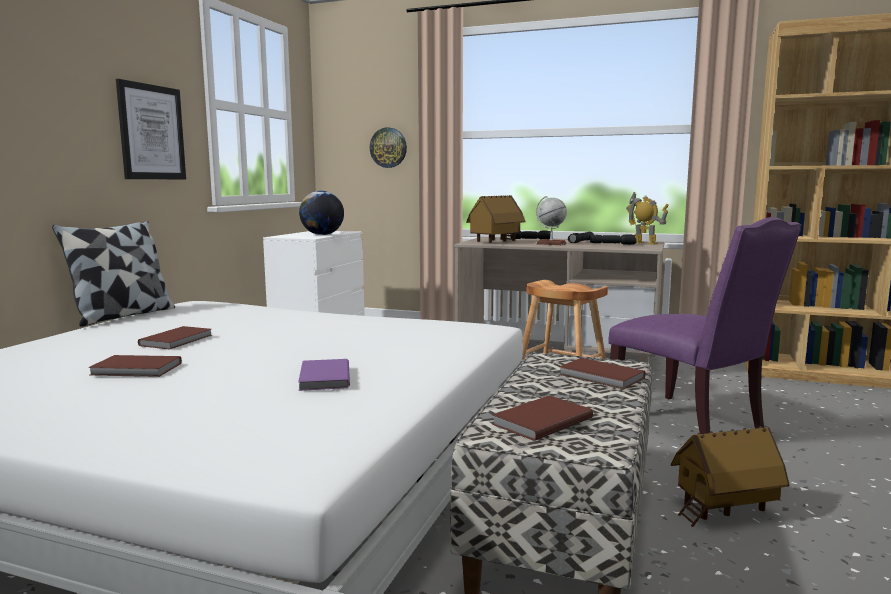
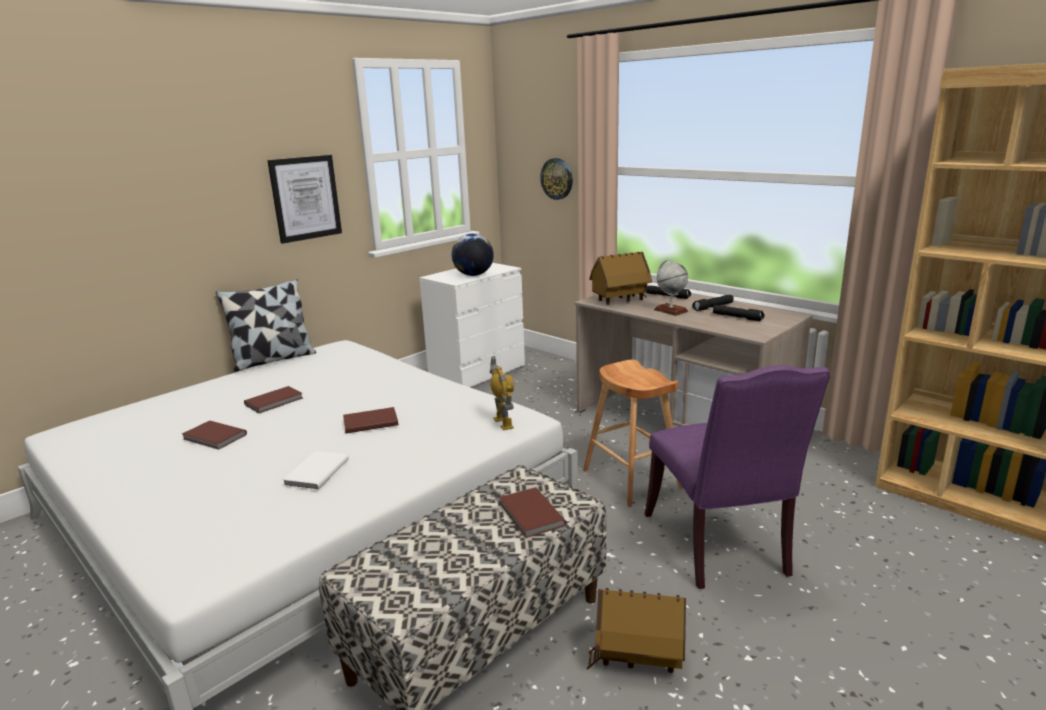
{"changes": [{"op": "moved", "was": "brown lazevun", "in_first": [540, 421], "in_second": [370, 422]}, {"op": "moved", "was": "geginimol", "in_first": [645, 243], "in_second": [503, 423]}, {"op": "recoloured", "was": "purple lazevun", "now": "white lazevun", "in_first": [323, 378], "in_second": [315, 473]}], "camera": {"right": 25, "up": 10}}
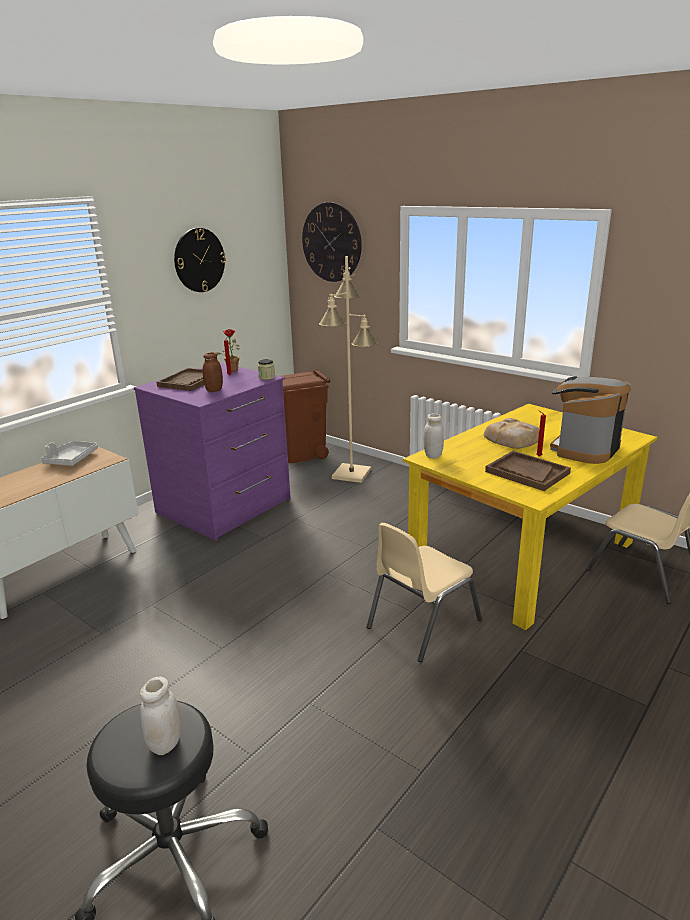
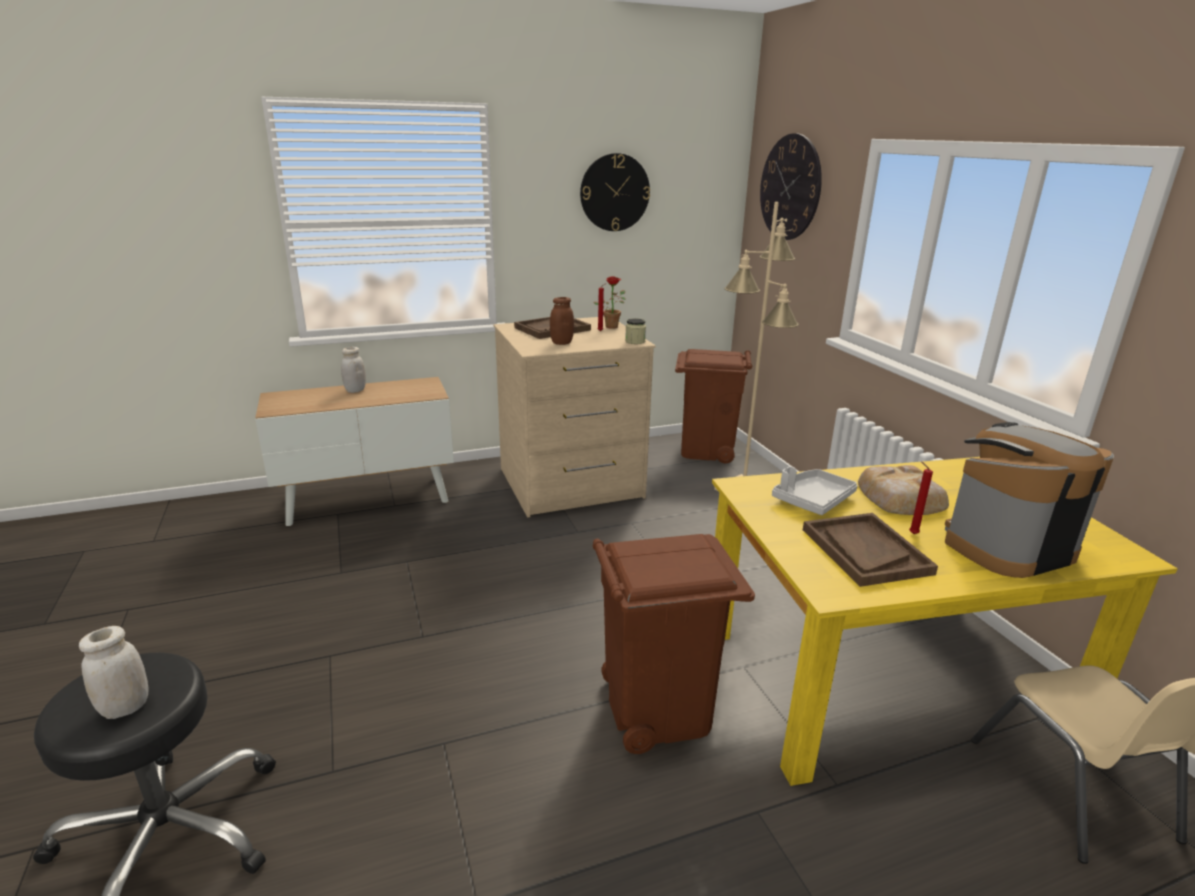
{"changes": [{"op": "moved", "was": "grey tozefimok", "in_first": [71, 459], "in_second": [812, 500]}, {"op": "moved", "was": "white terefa", "in_first": [433, 455], "in_second": [355, 390]}, {"op": "replaced", "was": "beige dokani", "now": "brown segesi", "in_first": [422, 623], "in_second": [658, 709]}, {"op": "recoloured", "was": "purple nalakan", "now": "beige nalakan", "in_first": [225, 506], "in_second": [571, 484]}], "camera": {"right": 30, "up": 0}}
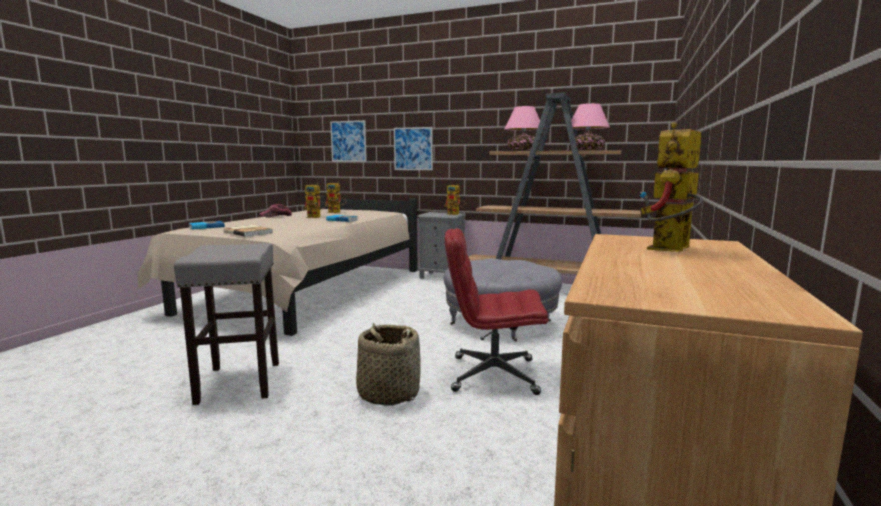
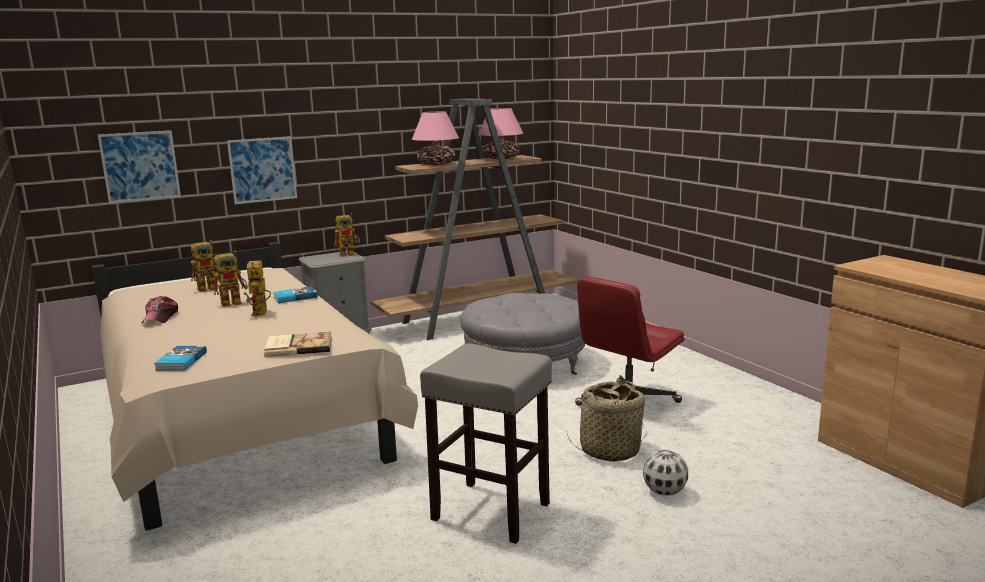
{"changes": [{"op": "added", "now": "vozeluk", "in_second": [665, 492]}, {"op": "moved", "was": "geginimol", "in_first": [670, 250], "in_second": [261, 314]}], "camera": {"right": -50, "up": 5}}
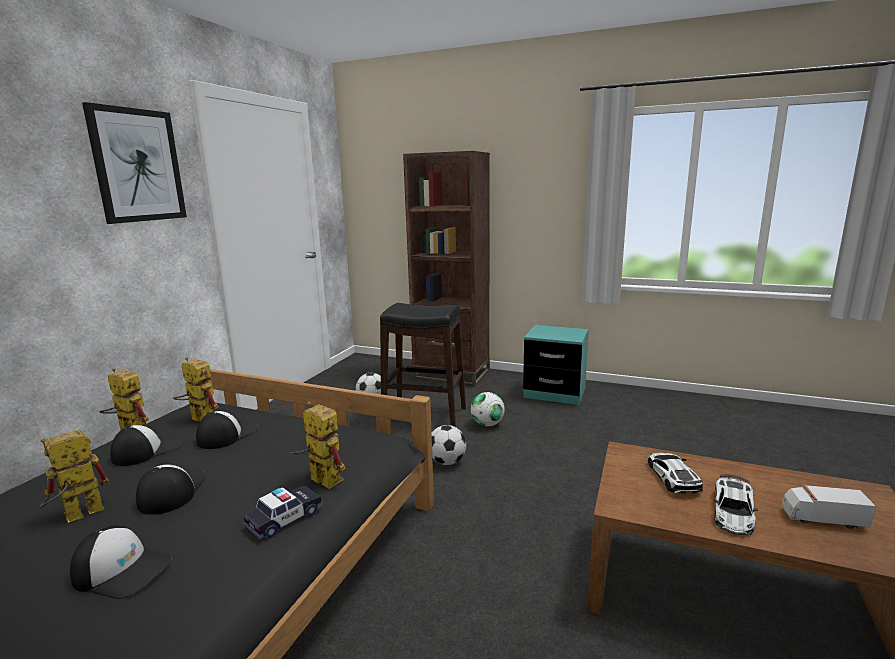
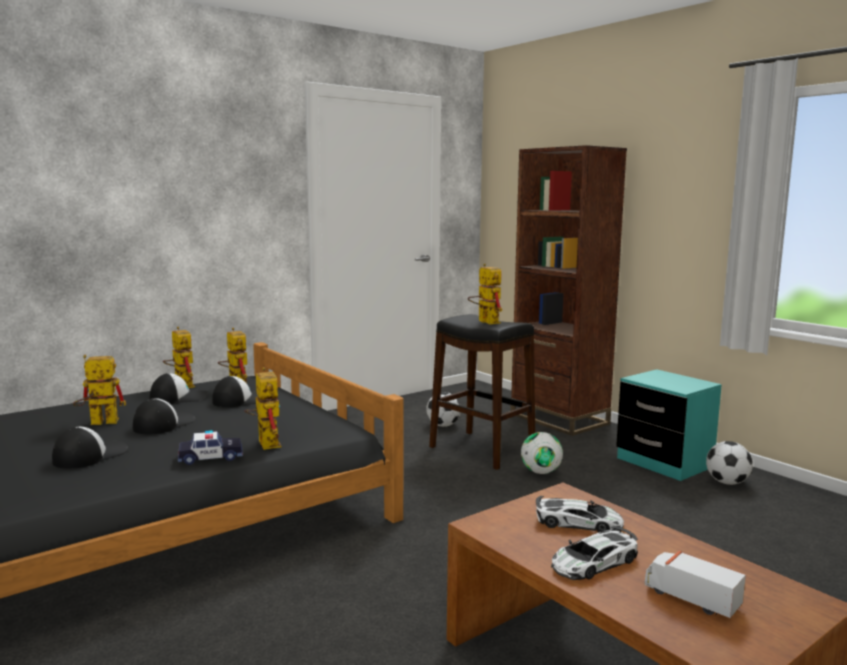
{"changes": [{"op": "removed", "was": "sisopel", "in_first": [137, 165]}, {"op": "added", "now": "geginimol", "in_second": [484, 321]}, {"op": "moved", "was": "vozeluk", "in_first": [447, 462], "in_second": [727, 482]}, {"op": "turned", "was": "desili", "in_first": [122, 570], "in_second": [90, 455], "clockwise": -105}, {"op": "turned", "was": "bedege", "in_first": [672, 477], "in_second": [578, 523], "clockwise": 75}], "camera": {"right": 30, "up": -5}}
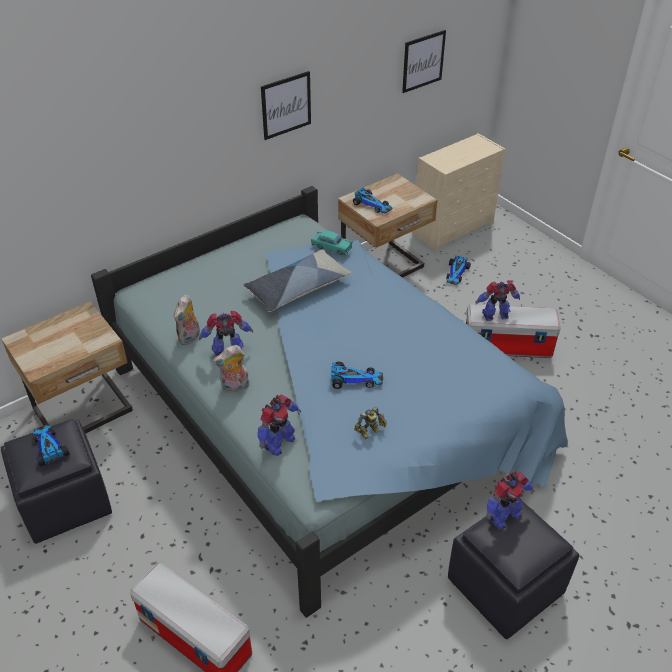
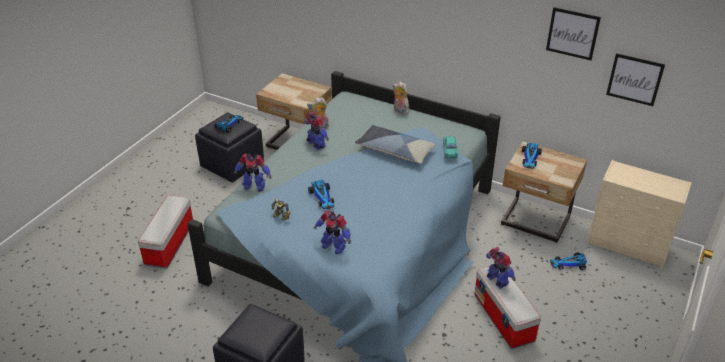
{"changes": [{"op": "moved", "was": "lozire", "in_first": [235, 387], "in_second": [400, 111]}, {"op": "moved", "was": "sisopel", "in_first": [286, 105], "in_second": [572, 33]}, {"op": "moved", "was": "geginimol", "in_first": [503, 516], "in_second": [333, 246]}], "camera": {"right": 65, "up": -5}}
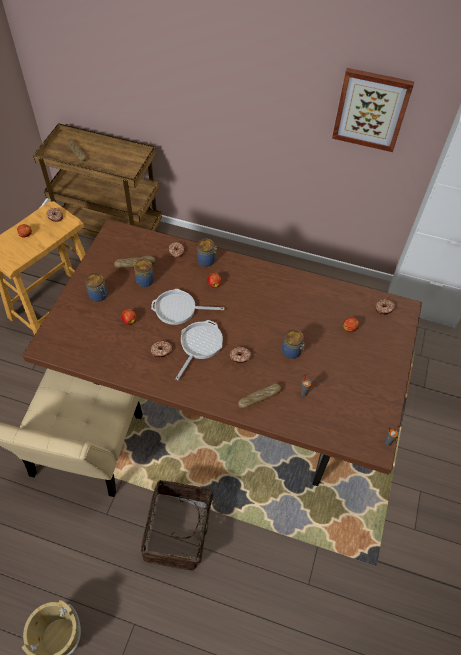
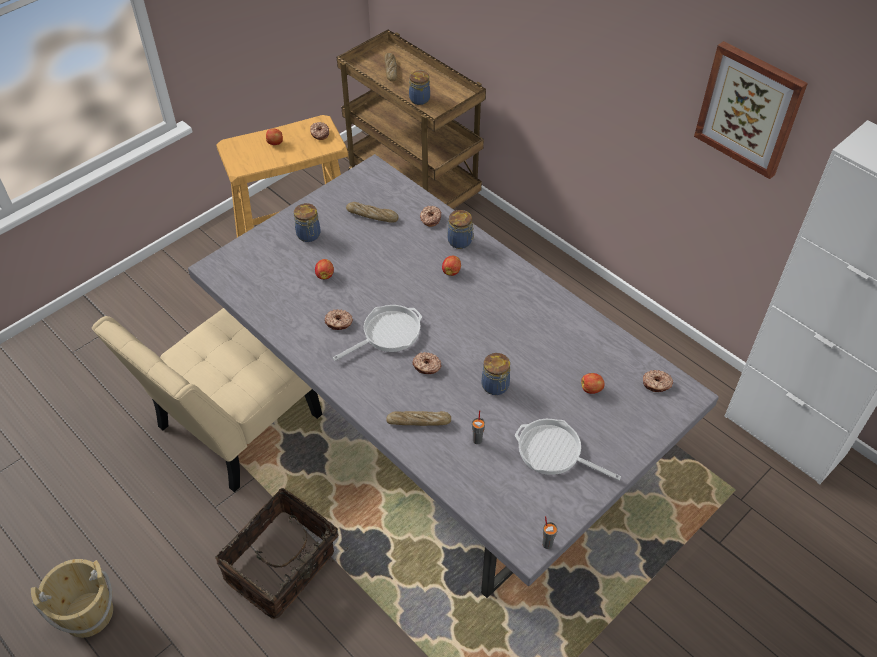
{"changes": [{"op": "moved", "was": "terefa", "in_first": [145, 280], "in_second": [420, 99]}, {"op": "moved", "was": "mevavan", "in_first": [178, 309], "in_second": [554, 452]}, {"op": "recoloured", "was": "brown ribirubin", "now": "grey ribirubin", "in_first": [226, 395], "in_second": [437, 435]}], "camera": {"right": 30, "up": -5}}
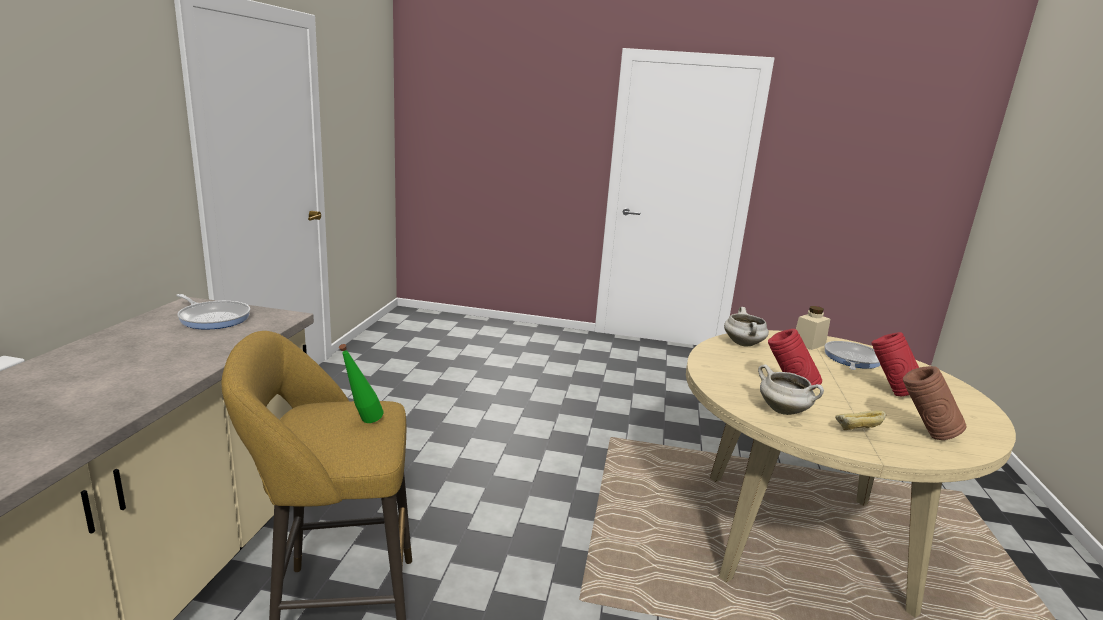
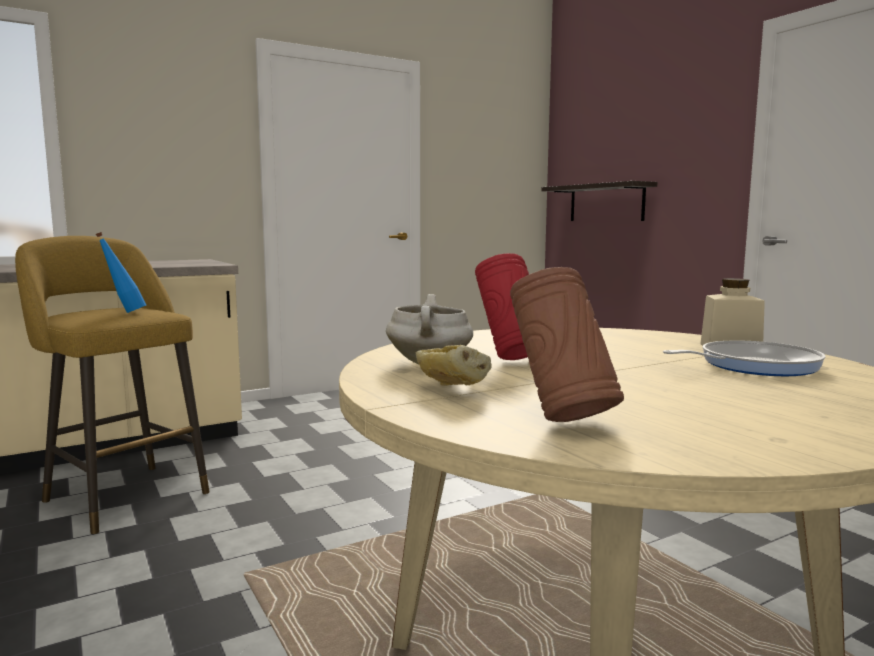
{"changes": [{"op": "removed", "was": "mevavan", "in_first": [213, 318]}, {"op": "removed", "was": "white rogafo", "in_first": [744, 344]}, {"op": "removed", "was": "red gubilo", "in_first": [890, 392]}, {"op": "added", "now": "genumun", "in_second": [606, 203]}, {"op": "recoloured", "was": "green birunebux", "now": "blue birunebux", "in_first": [362, 423], "in_second": [124, 312]}], "camera": {"right": 50, "up": -10}}
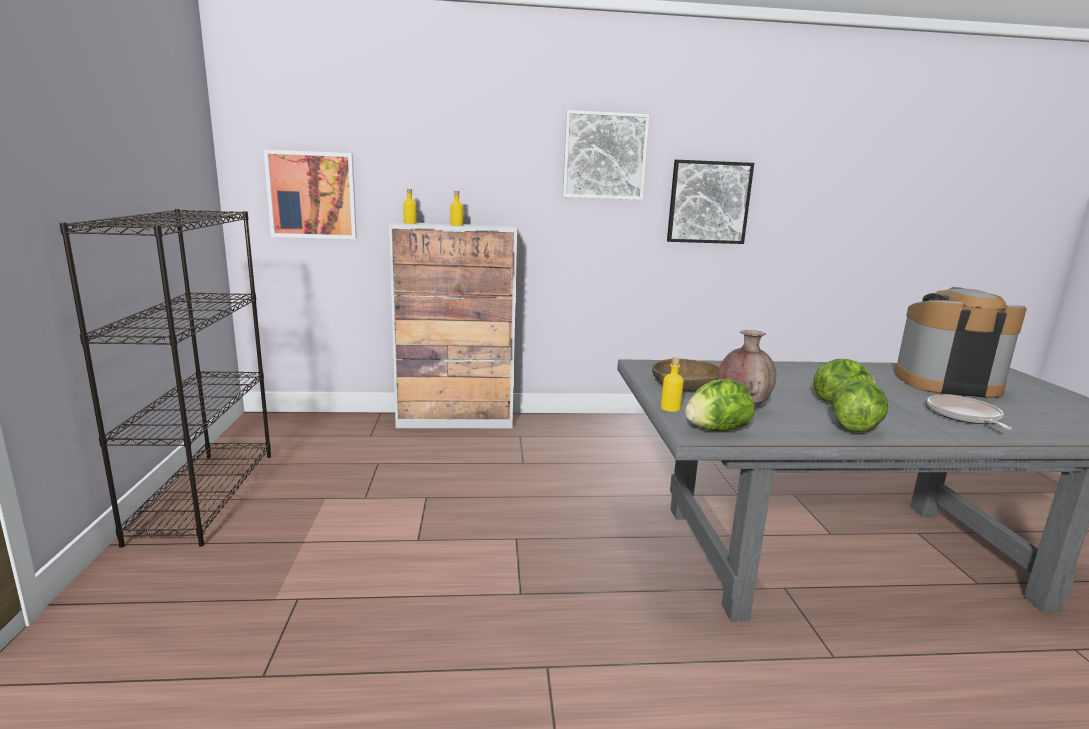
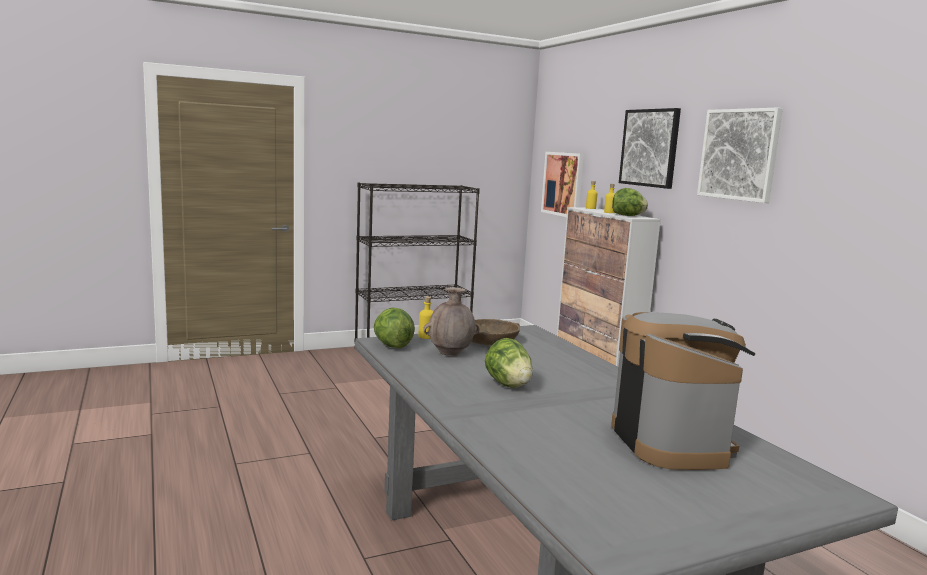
{"changes": [{"op": "removed", "was": "mevavan", "in_first": [964, 416]}, {"op": "moved", "was": "sisopel", "in_first": [708, 202], "in_second": [650, 148]}, {"op": "moved", "was": "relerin", "in_first": [855, 428], "in_second": [628, 215]}], "camera": {"right": 70, "up": -5}}
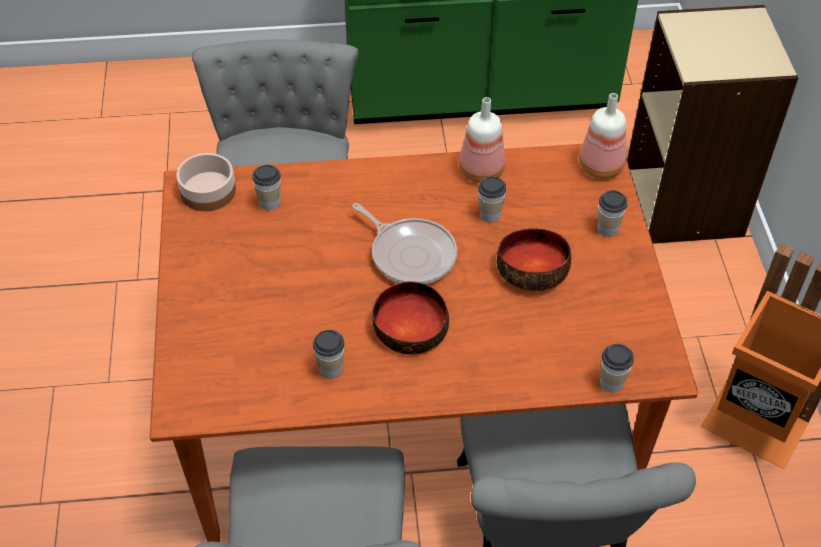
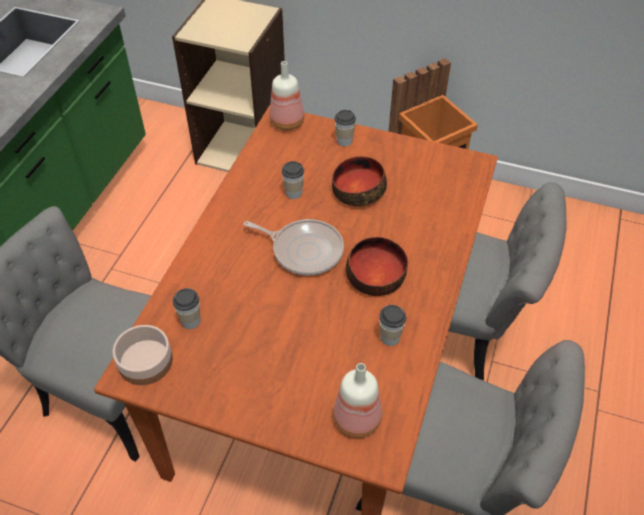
{"changes": [{"op": "removed", "was": "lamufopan", "in_first": [611, 382]}, {"op": "moved", "was": "birunebux", "in_first": [481, 172], "in_second": [358, 419]}, {"op": "turned", "was": "mevavan", "in_first": [410, 254], "in_second": [304, 250], "clockwise": 45}], "camera": {"right": -65, "up": 0}}
